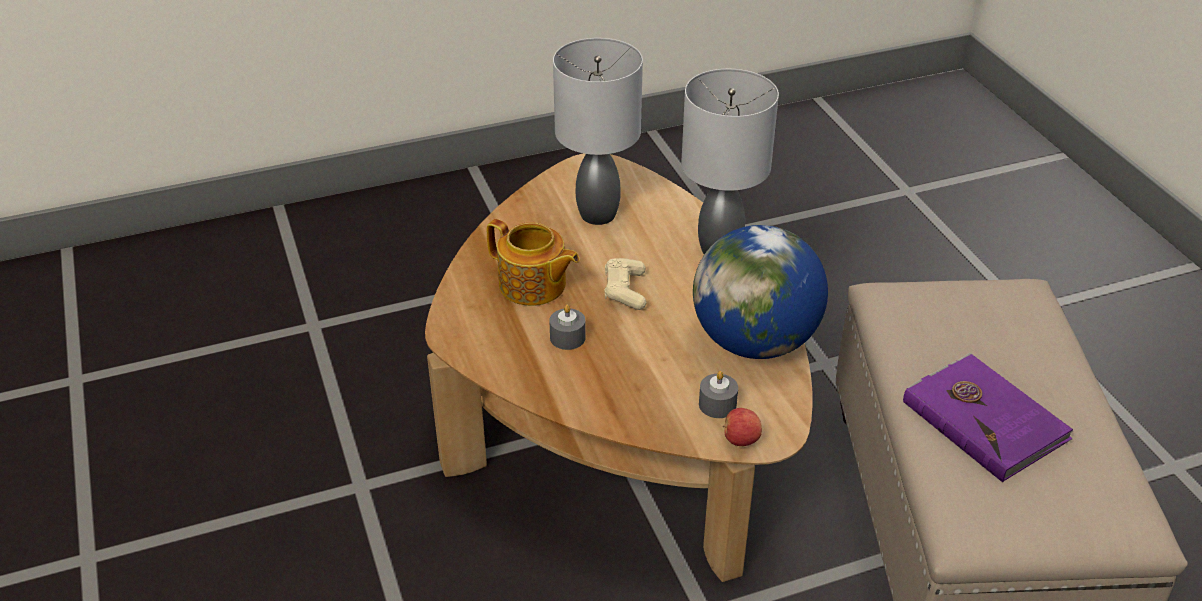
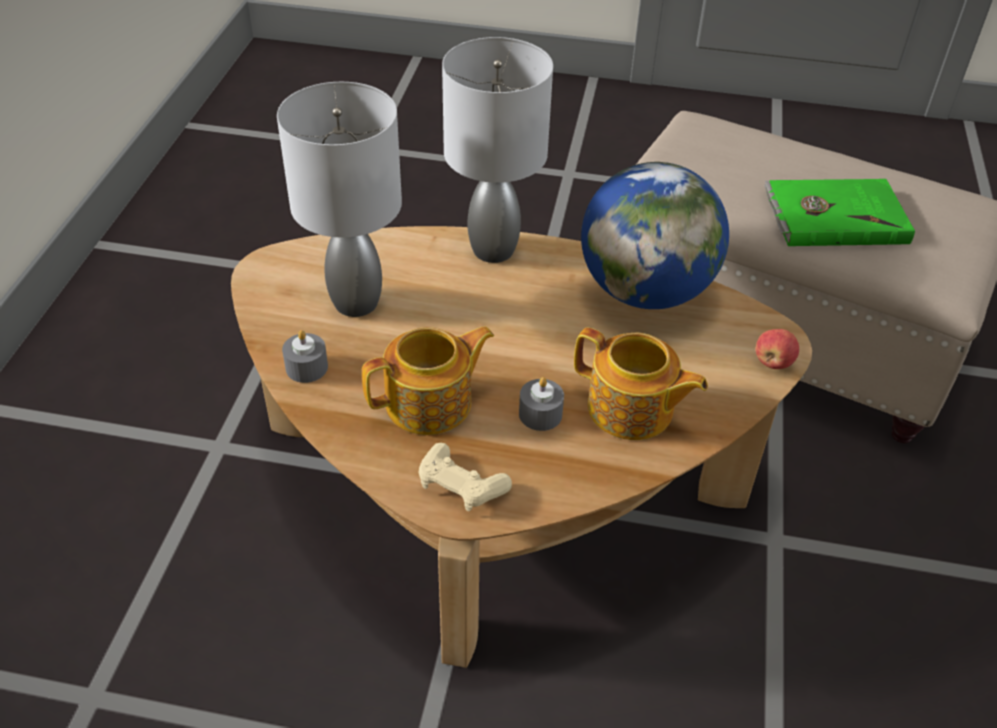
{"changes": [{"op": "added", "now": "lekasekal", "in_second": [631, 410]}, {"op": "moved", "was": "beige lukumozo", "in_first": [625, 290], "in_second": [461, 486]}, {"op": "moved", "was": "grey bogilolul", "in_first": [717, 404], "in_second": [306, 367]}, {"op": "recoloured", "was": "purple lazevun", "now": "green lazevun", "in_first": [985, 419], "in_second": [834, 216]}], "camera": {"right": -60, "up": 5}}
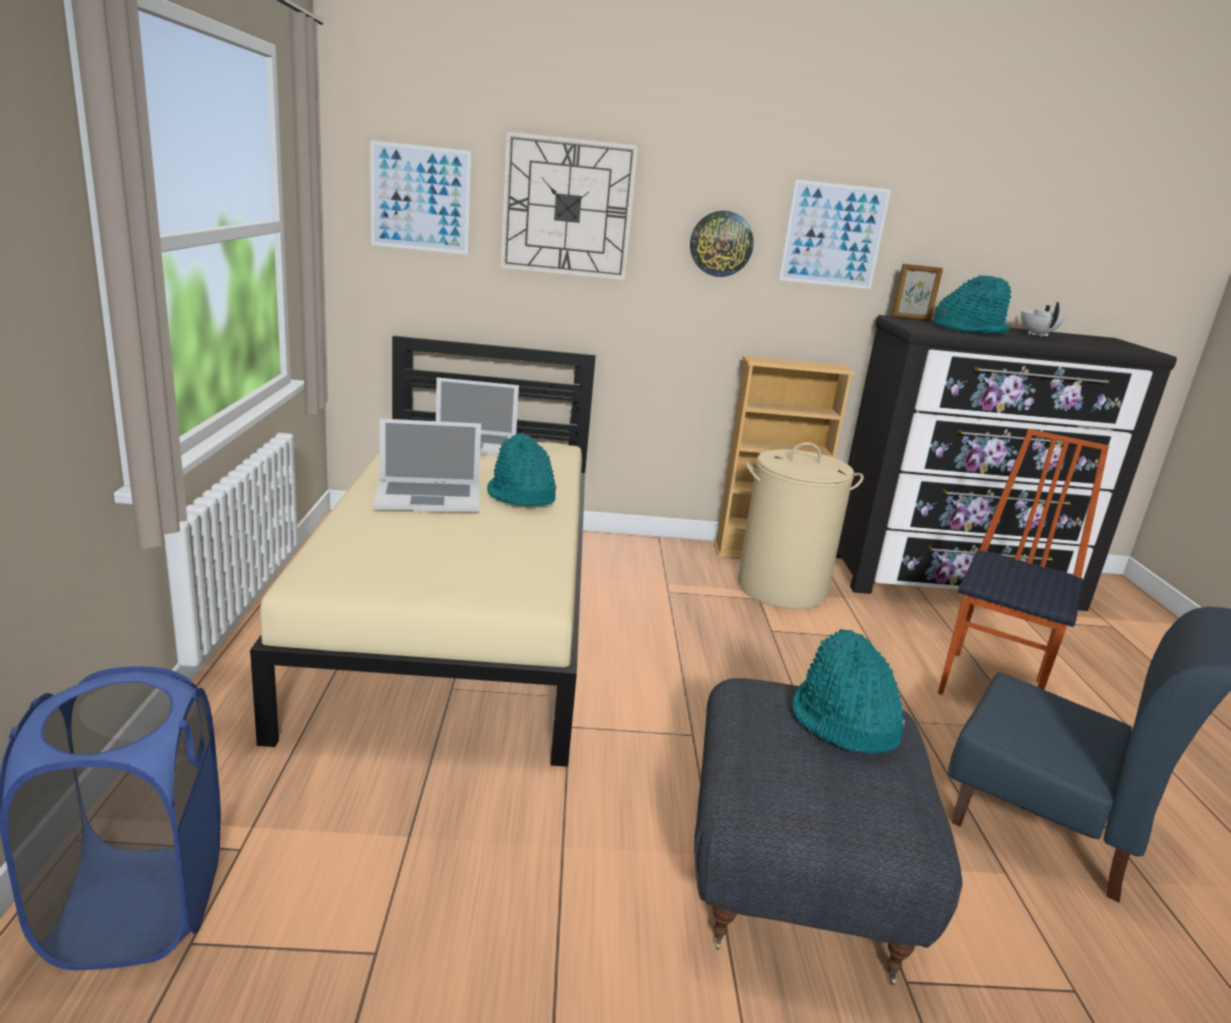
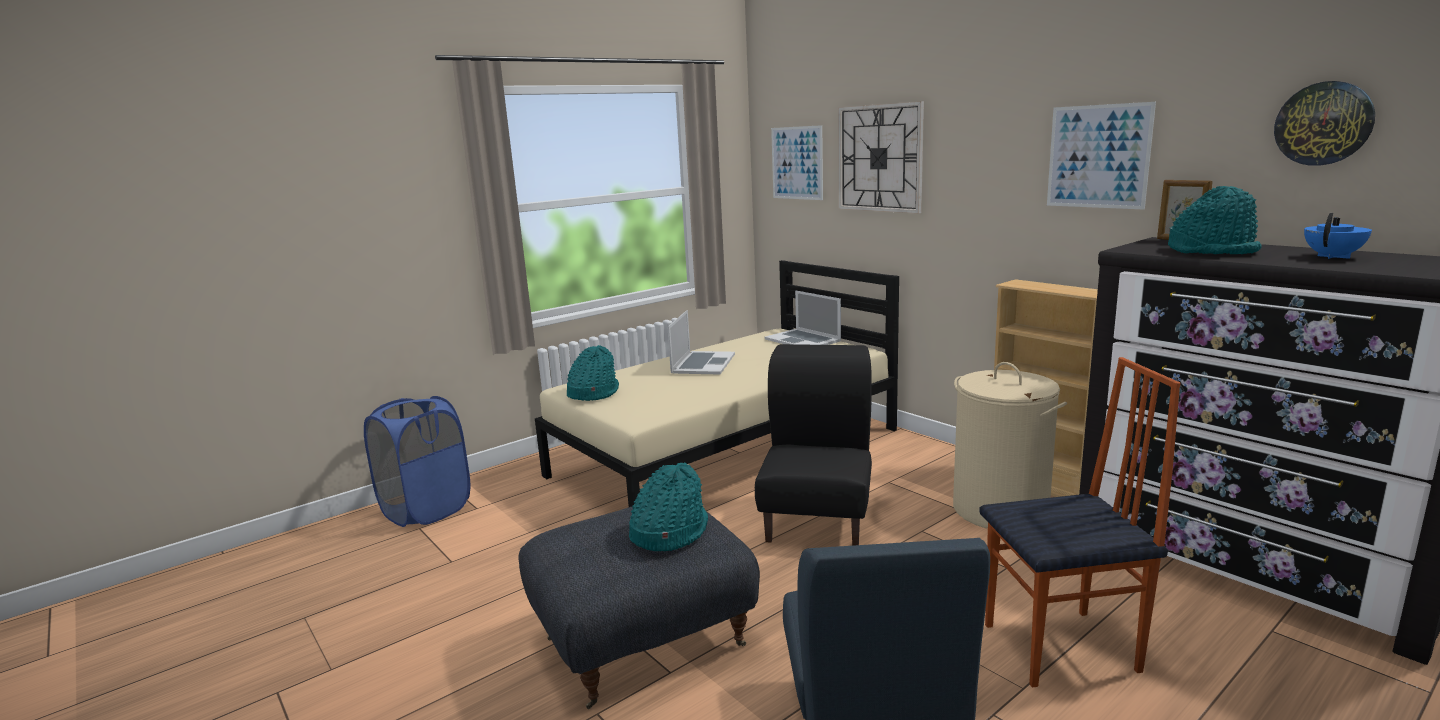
{"changes": [{"op": "added", "now": "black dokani", "in_second": [818, 519]}, {"op": "moved", "was": "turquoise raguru", "in_first": [521, 496], "in_second": [593, 393]}, {"op": "moved", "was": "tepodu", "in_first": [721, 243], "in_second": [1323, 123]}, {"op": "recoloured", "was": "white lekasekal", "now": "blue lekasekal", "in_first": [1037, 334], "in_second": [1333, 257]}, {"op": "turned", "was": "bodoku", "in_first": [428, 496], "in_second": [703, 363], "clockwise": -120}], "camera": {"right": 55, "up": -5}}
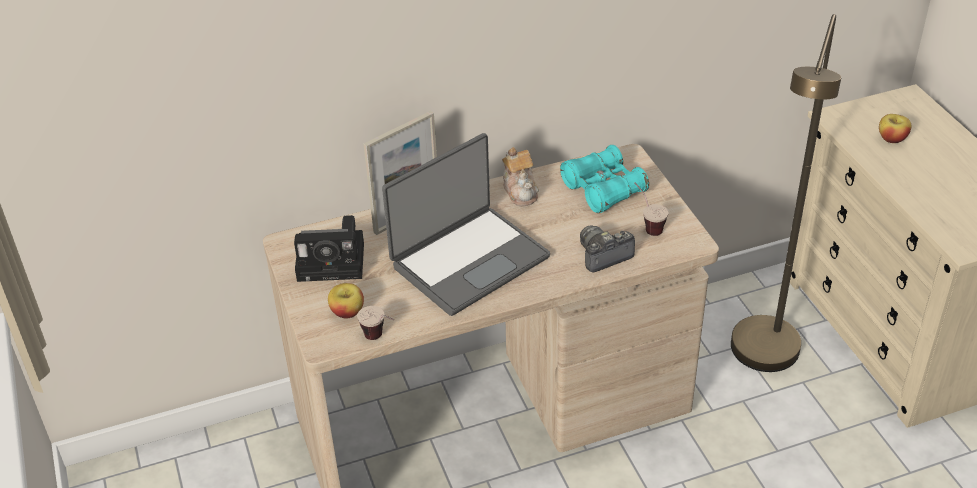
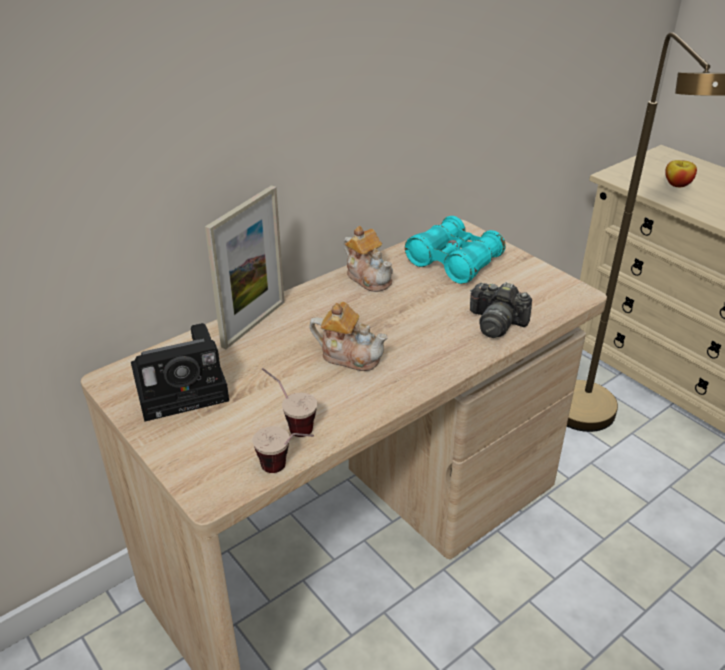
{"changes": [{"op": "removed", "was": "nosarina", "in_first": [347, 312]}, {"op": "moved", "was": "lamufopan", "in_first": [647, 225], "in_second": [290, 424]}, {"op": "replaced", "was": "bodoku", "now": "lekasekal", "in_first": [468, 260], "in_second": [349, 356]}, {"op": "turned", "was": "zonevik", "in_first": [603, 256], "in_second": [496, 323], "clockwise": -105}], "camera": {"right": -20, "up": -5}}
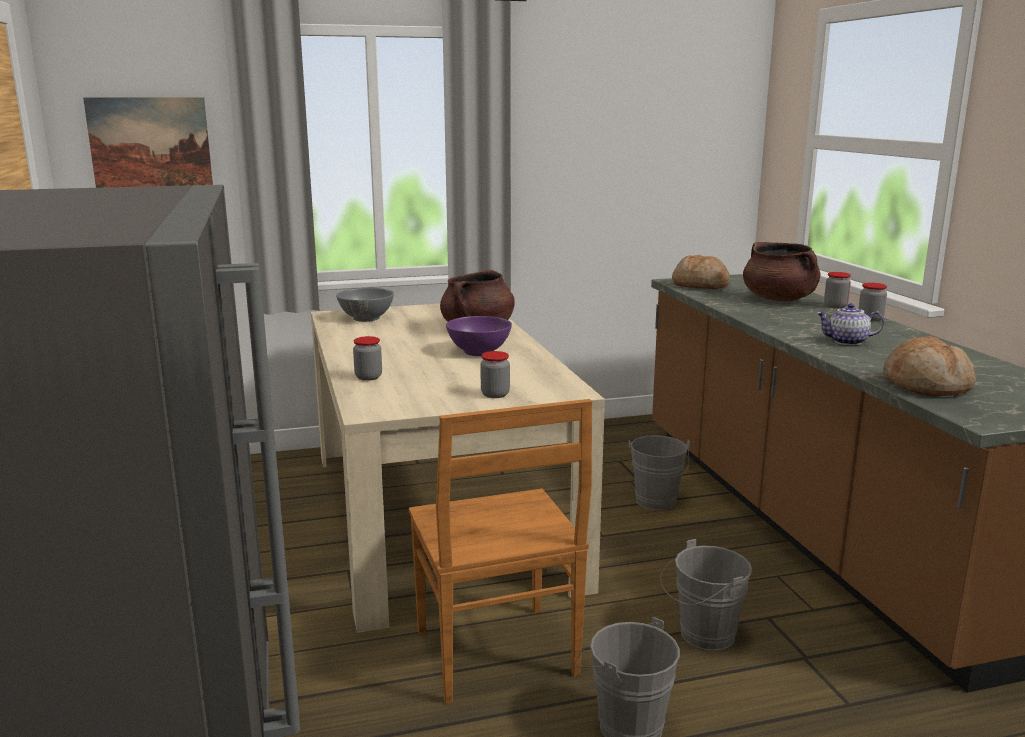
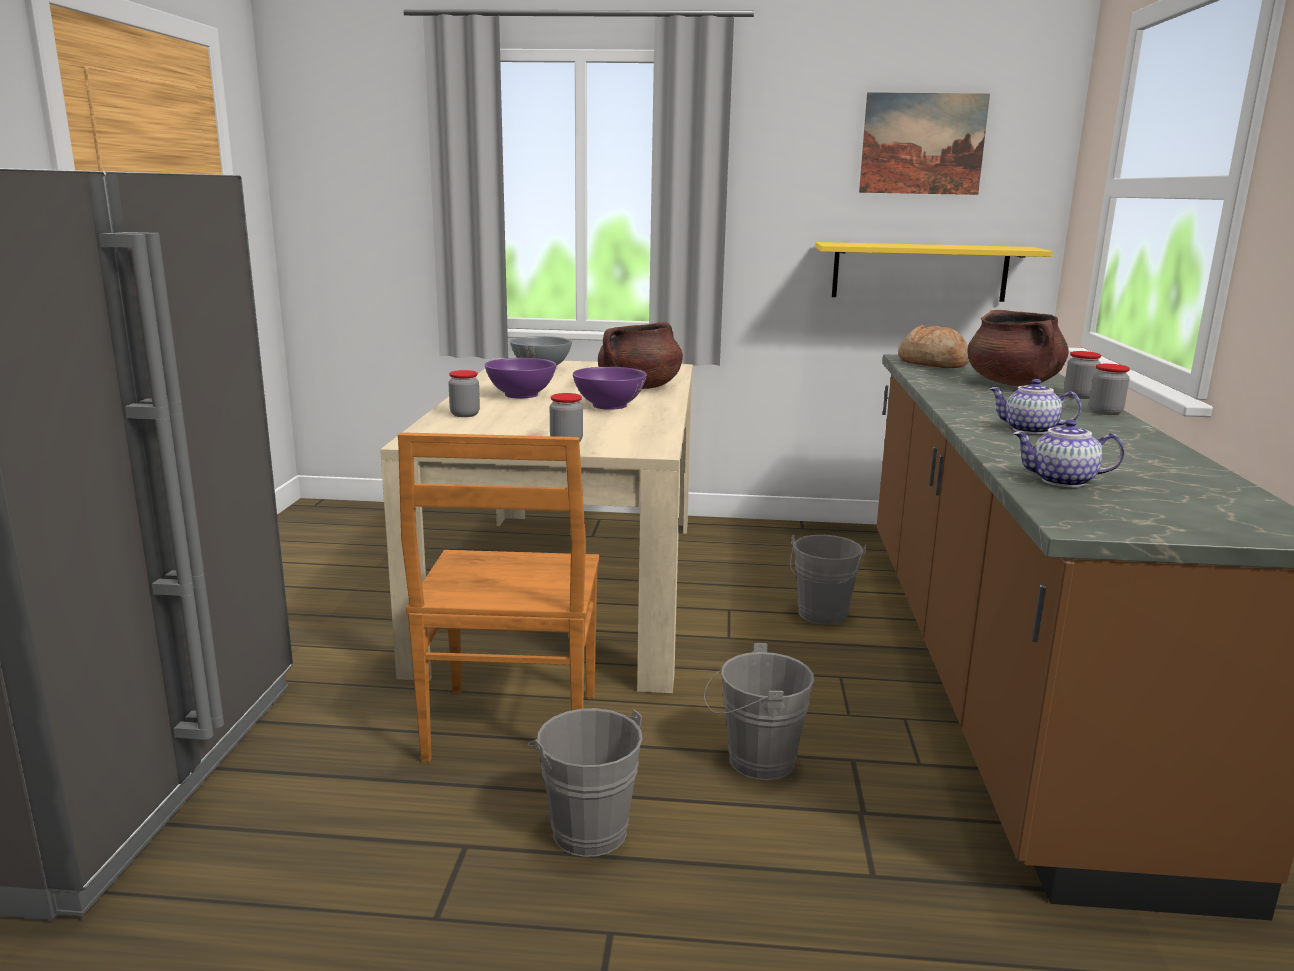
{"changes": [{"op": "added", "now": "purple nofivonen", "in_second": [521, 395]}, {"op": "added", "now": "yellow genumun", "in_second": [919, 272]}, {"op": "moved", "was": "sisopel", "in_first": [150, 143], "in_second": [922, 144]}, {"op": "replaced", "was": "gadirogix", "now": "lekasekal", "in_first": [926, 385], "in_second": [1062, 481]}], "camera": {"right": 20, "up": 0}}
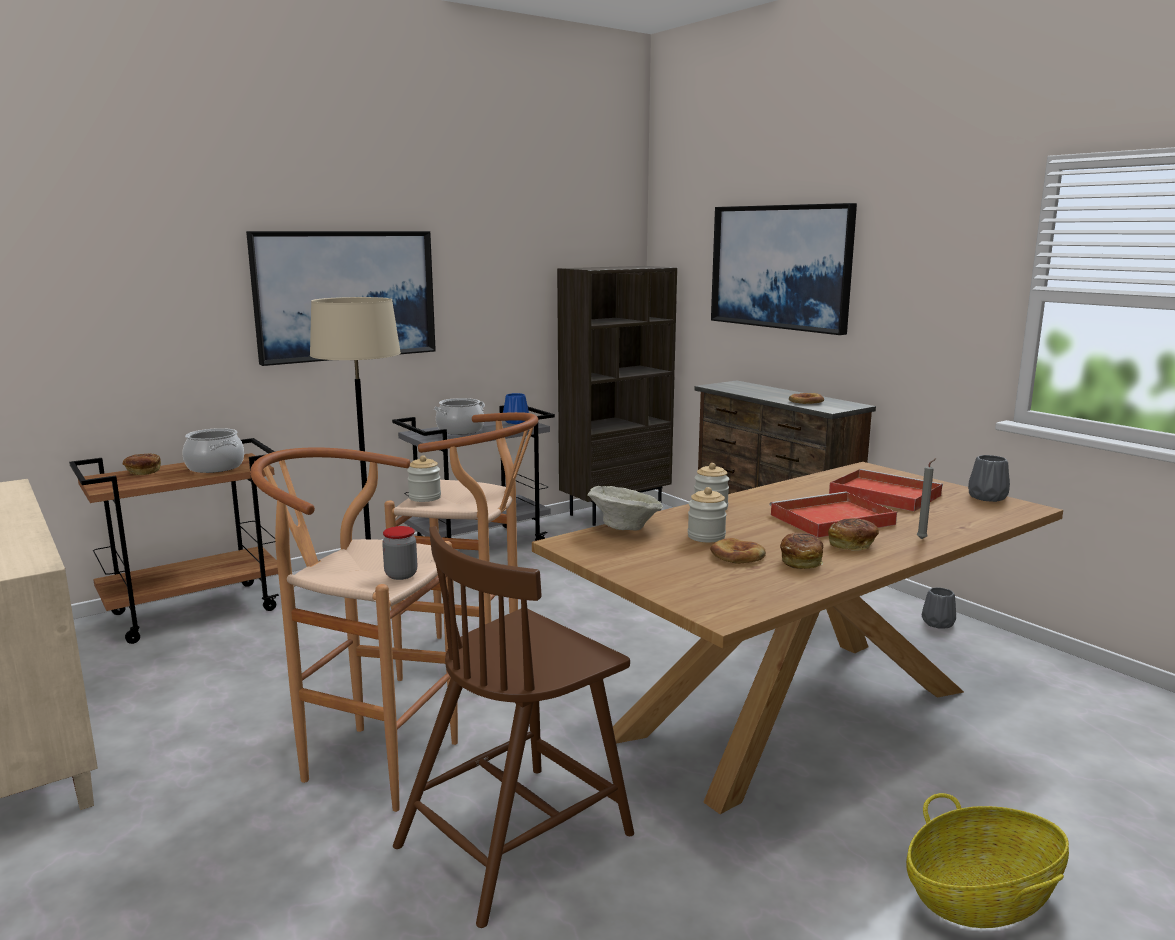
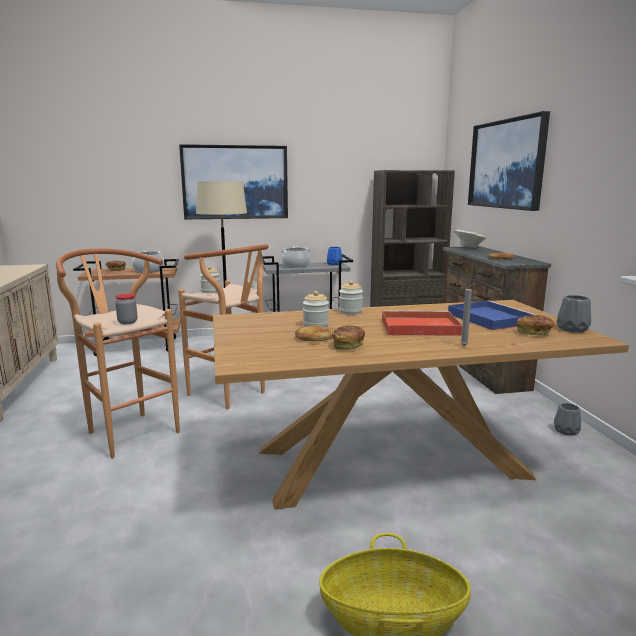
{"changes": [{"op": "removed", "was": "brown dokani", "in_first": [517, 837]}, {"op": "moved", "was": "beige nofivonen", "in_first": [625, 528], "in_second": [469, 247]}, {"op": "moved", "was": "gadirogix", "in_first": [852, 545], "in_second": [534, 333]}, {"op": "recoloured", "was": "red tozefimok", "now": "blue tozefimok", "in_first": [882, 494], "in_second": [488, 318]}], "camera": {"right": 25, "up": 0}}
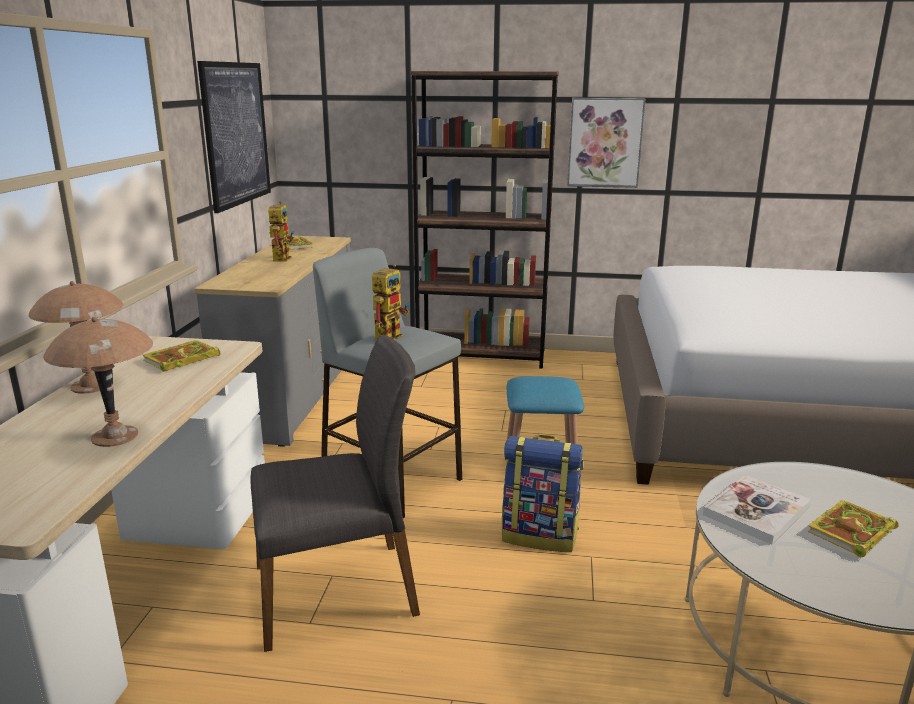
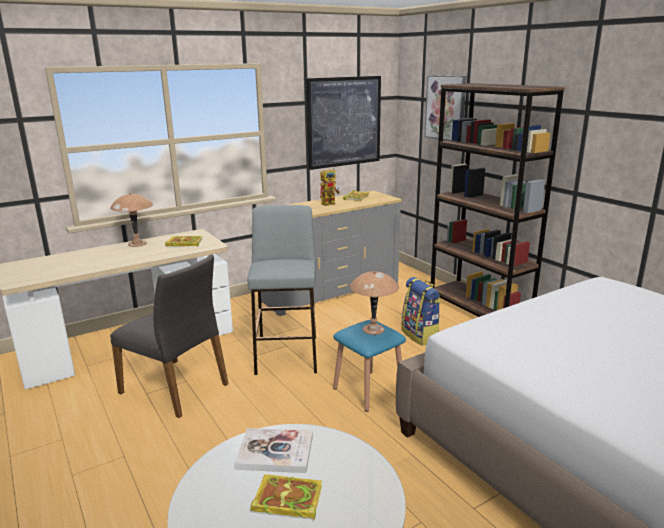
{"changes": [{"op": "removed", "was": "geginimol", "in_first": [390, 335]}, {"op": "moved", "was": "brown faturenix", "in_first": [116, 436], "in_second": [374, 329]}, {"op": "moved", "was": "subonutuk", "in_first": [540, 535], "in_second": [421, 335]}, {"op": "moved", "was": "sisopel", "in_first": [605, 143], "in_second": [445, 108]}], "camera": {"right": 50, "up": 0}}
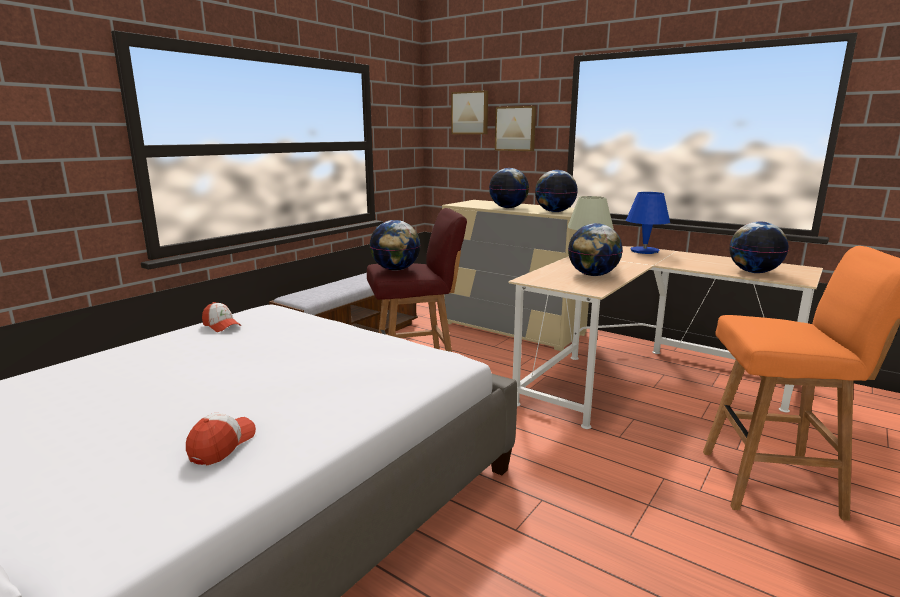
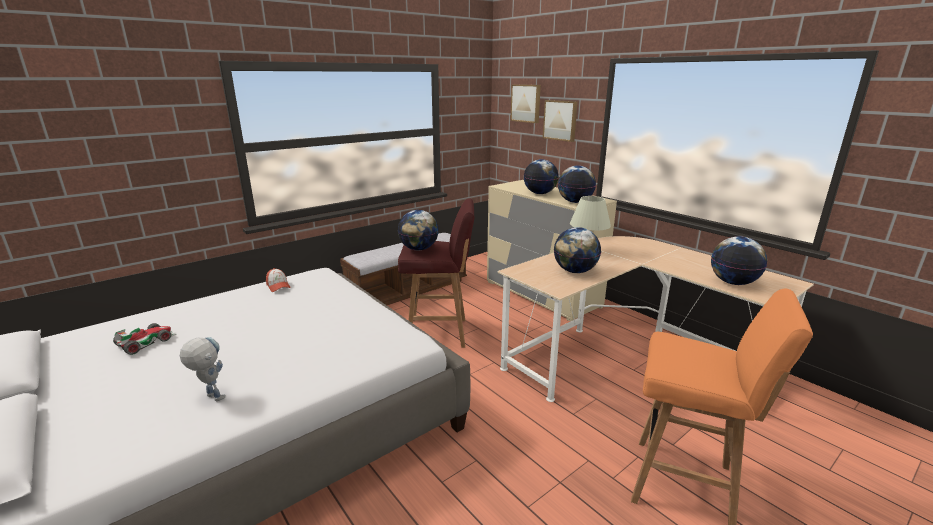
{"changes": [{"op": "removed", "was": "blue faturenix", "in_first": [644, 251]}, {"op": "added", "now": "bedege", "in_second": [146, 342]}, {"op": "replaced", "was": "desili", "now": "geginimol", "in_first": [222, 445], "in_second": [211, 396]}], "camera": {"right": 15, "up": 5}}
